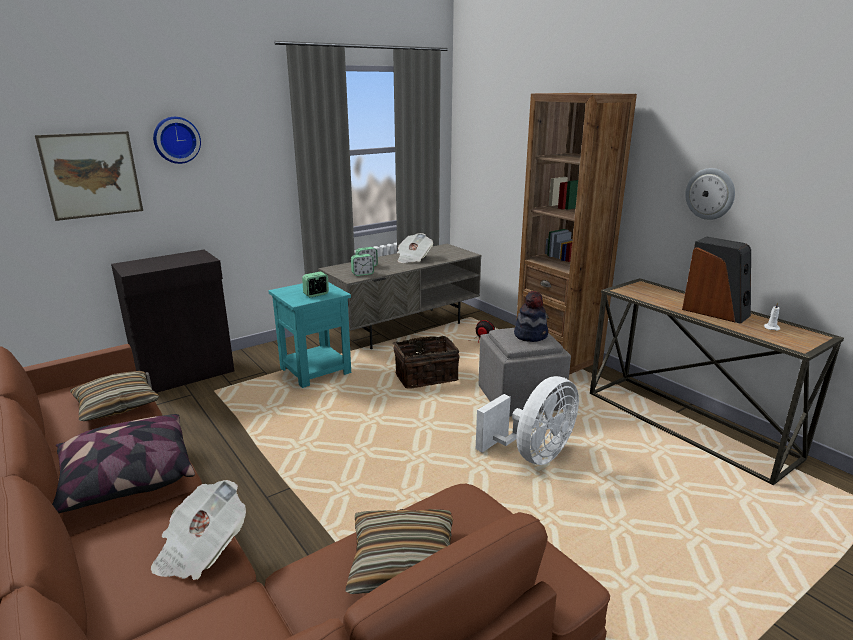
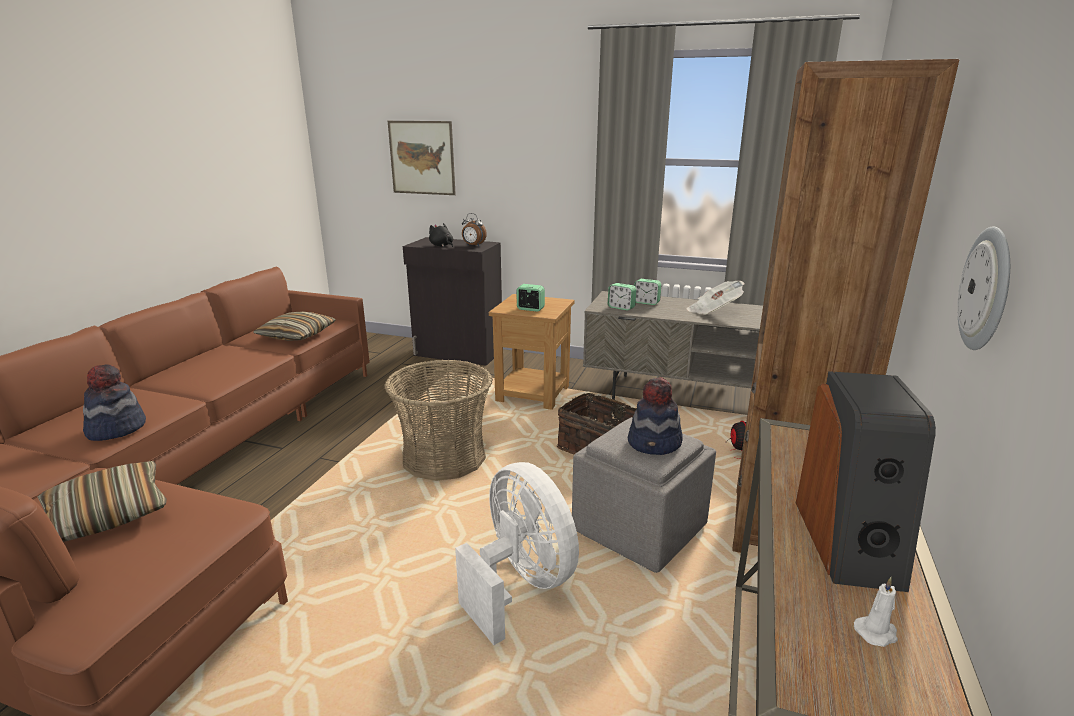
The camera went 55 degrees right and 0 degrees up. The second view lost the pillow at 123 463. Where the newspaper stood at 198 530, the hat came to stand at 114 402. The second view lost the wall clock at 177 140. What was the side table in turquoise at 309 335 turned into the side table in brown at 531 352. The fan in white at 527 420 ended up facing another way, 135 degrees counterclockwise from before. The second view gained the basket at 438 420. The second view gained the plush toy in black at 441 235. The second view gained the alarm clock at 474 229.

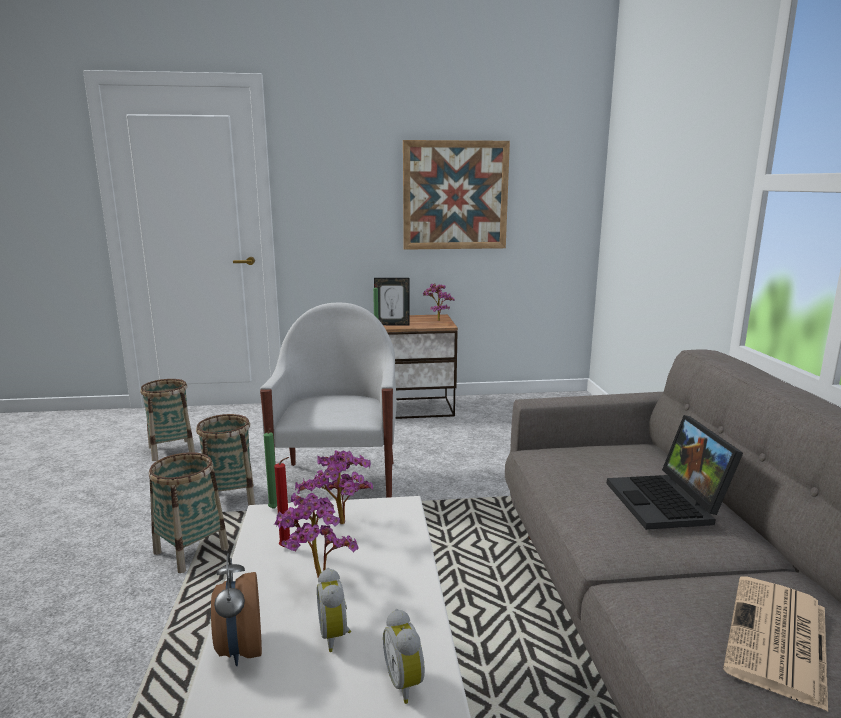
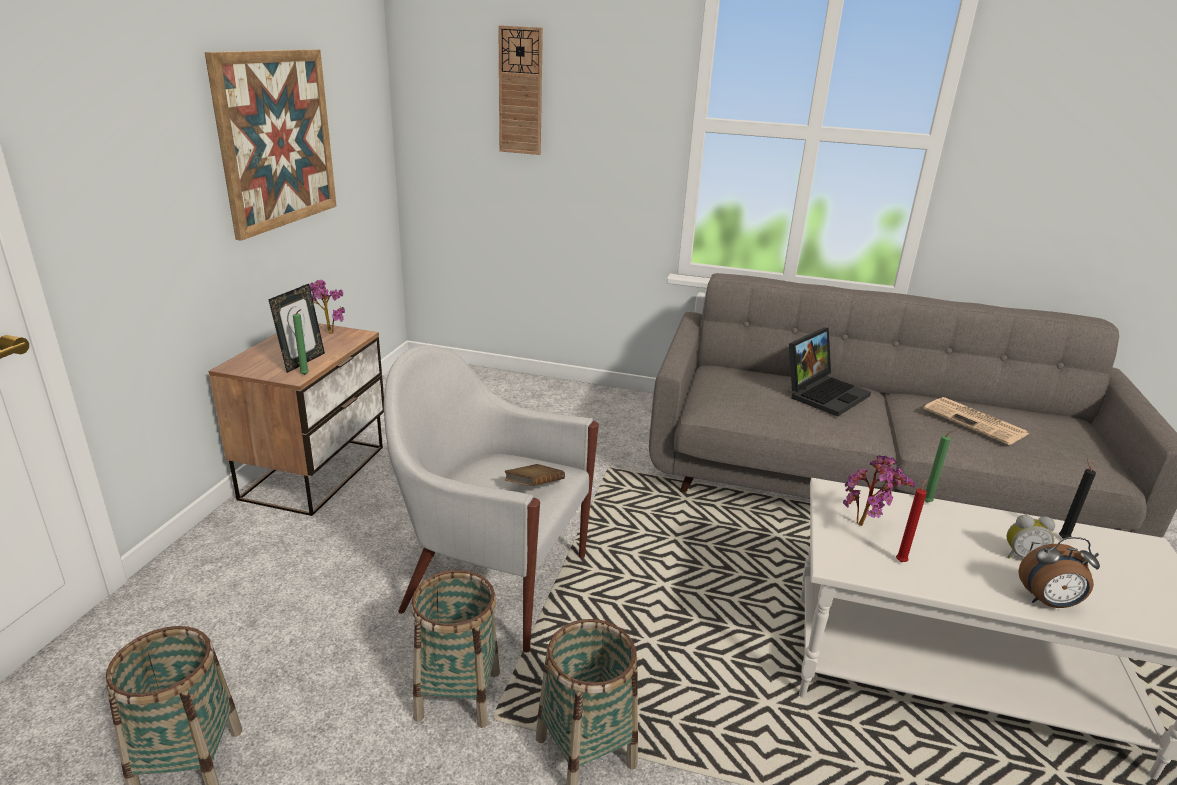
The camera went 70 degrees left and 10 degrees up. The candle in green ended up elsewhere, having gone from 270 469 to 941 466. The second view lost the potted plant at 316 535. Where the alarm clock stood at 404 656, the candle in black came to stand at 1077 498. The laptop at 675 472 ended up facing another way, 60 degrees counterclockwise from before. The second view gained the wall clock at 520 90. The second view gained the book in brown at 535 475.

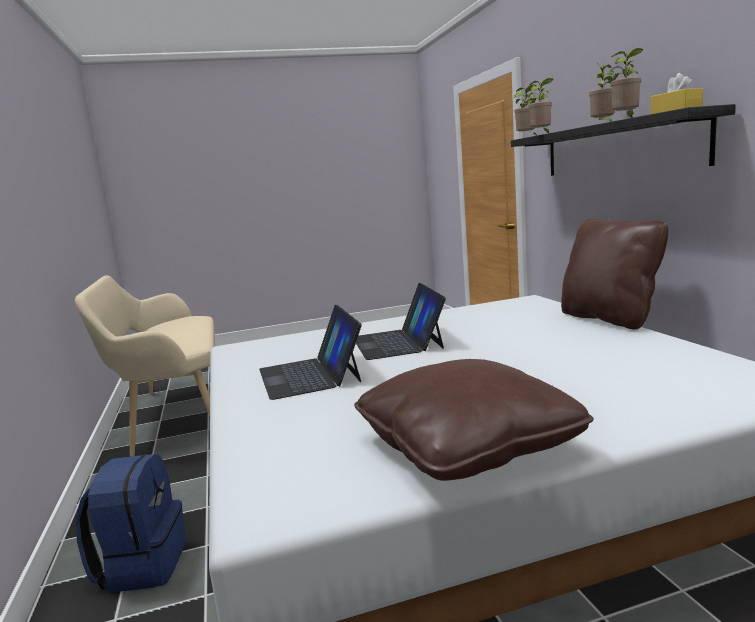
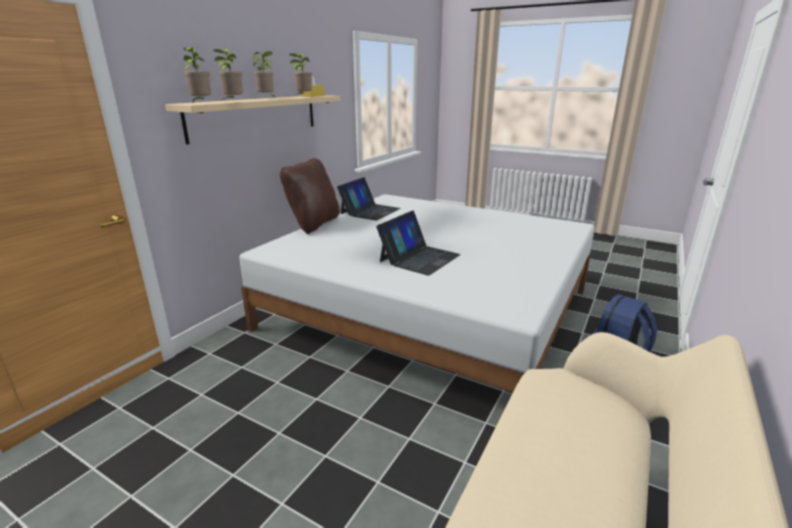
The camera went 135 degrees left and 10 degrees up. The laptop ended up elsewhere, having gone from 310 352 to 369 199. The second view lost the pillow in brown at 474 420. What was the shelf in black at 623 140 turned into the shelf in beige at 253 119.

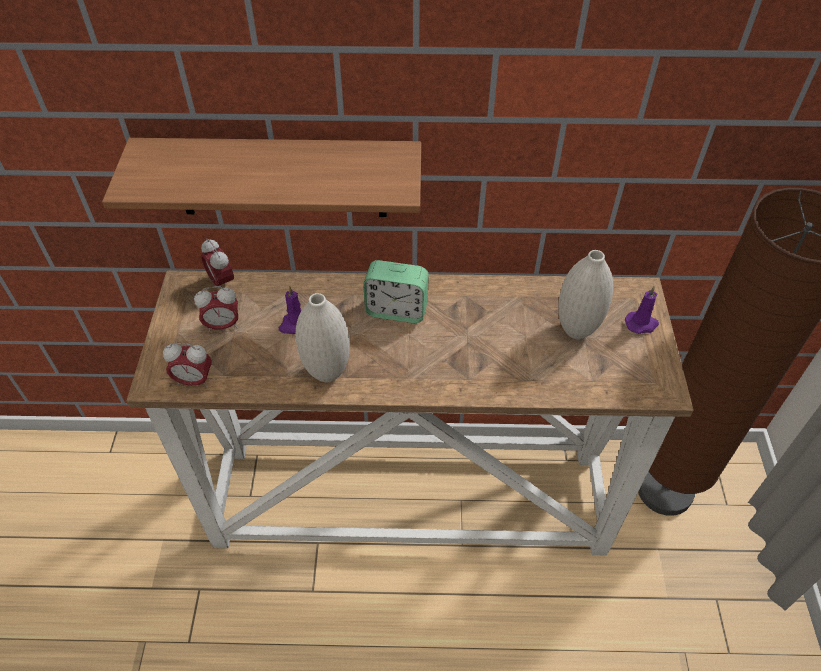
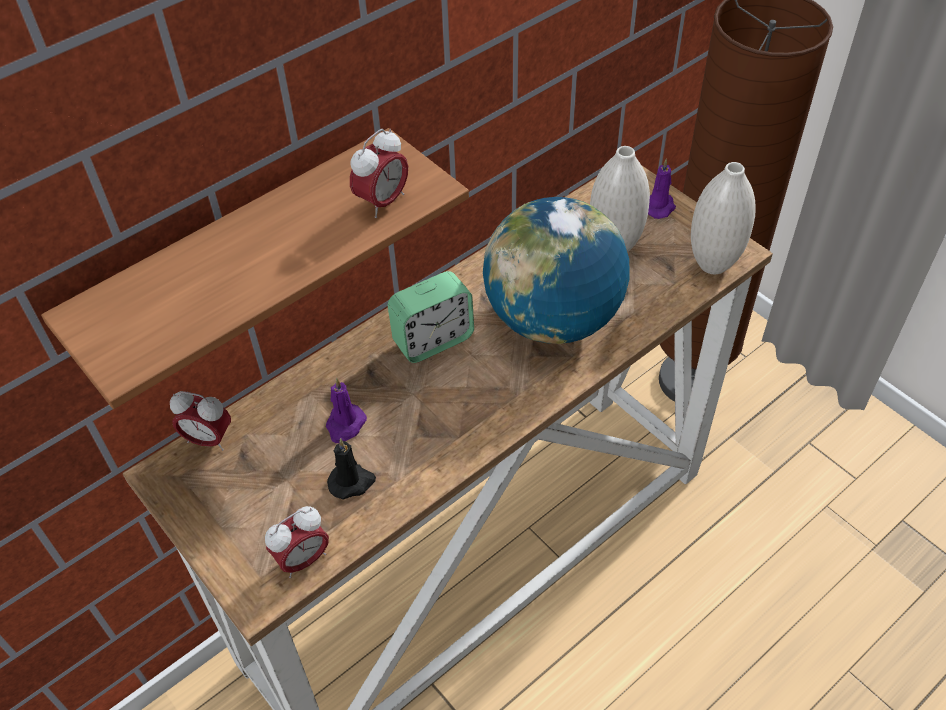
The camera went 40 degrees left and 0 degrees up. The alarm clock ended up elsewhere, having gone from 216 309 to 379 173. The vase in white ended up elsewhere, having gone from 322 337 to 723 218. The second view gained the candle in black at 351 469. The second view gained the globe at 556 270.

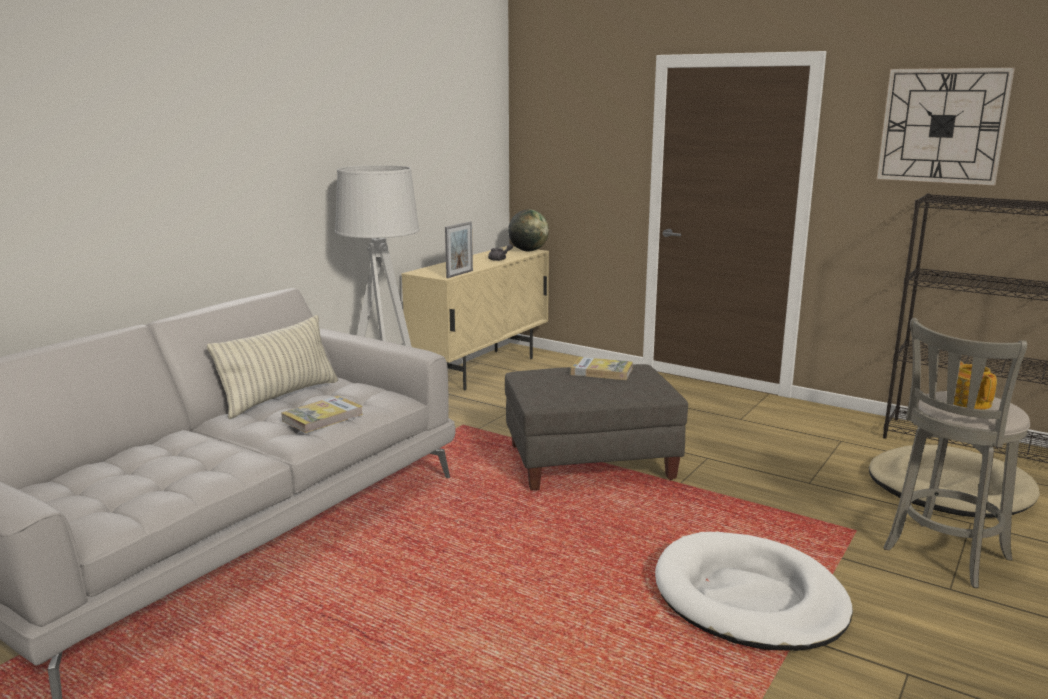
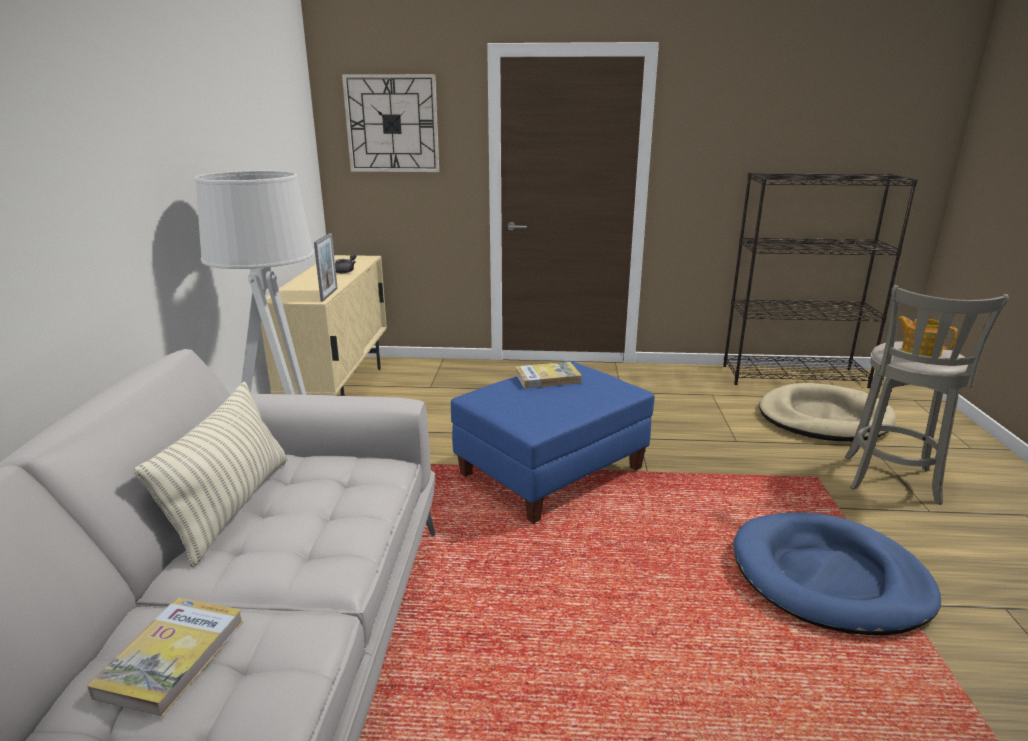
The camera went 30 degrees left and 5 degrees up. The book ended up elsewhere, having gone from 322 414 to 165 657. What was the ottoman in grey at 596 427 turned into the ottoman in blue at 553 442. The second view lost the globe at 528 230. What was the dog bed in white at 754 591 turned into the dog bed in blue at 837 574. The wall clock ended up elsewhere, having gone from 946 126 to 390 123.

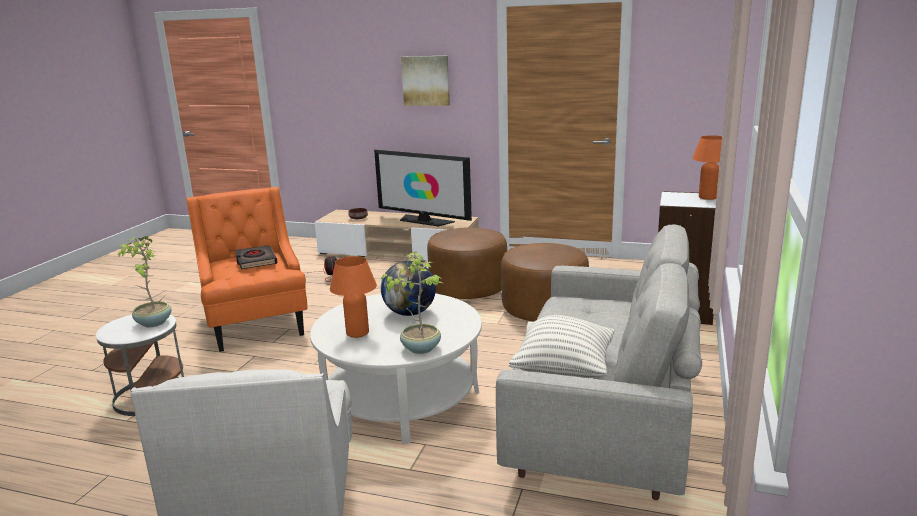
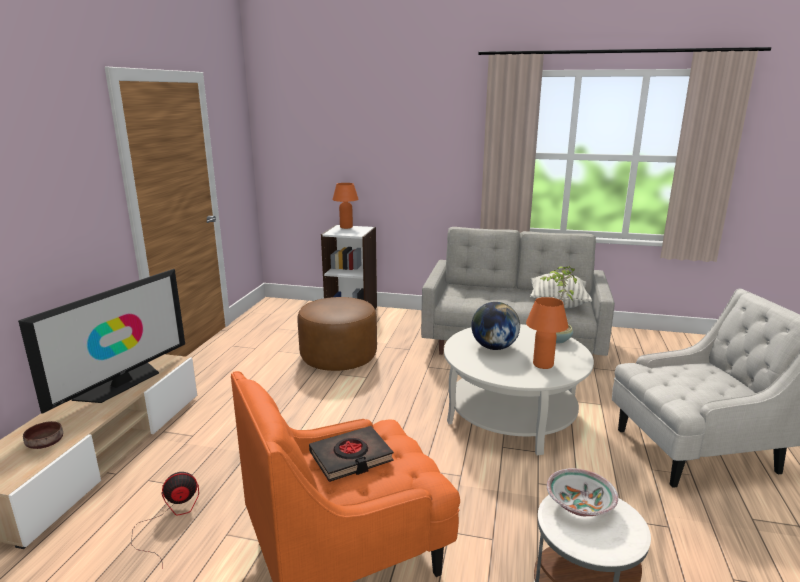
The camera went 95 degrees left and 0 degrees up. Where the potted plant stood at 144 281, the bowl came to stand at 582 492. The second view lost the picture at 425 81. The second view lost the ottoman in brown at 467 263.

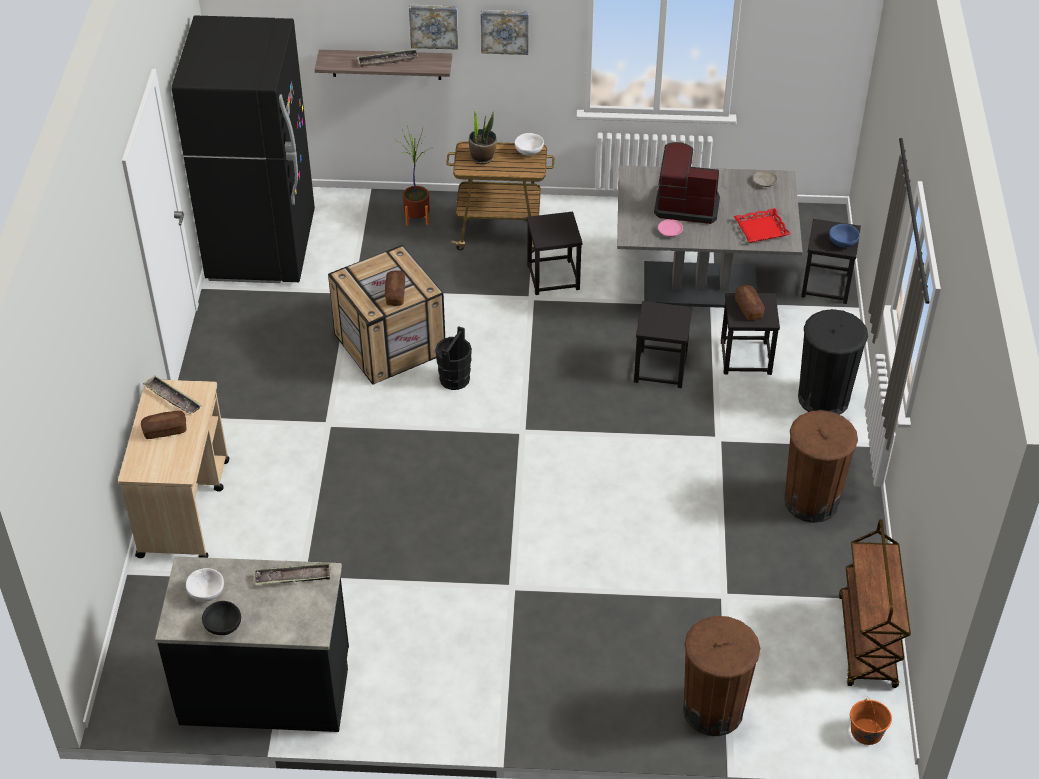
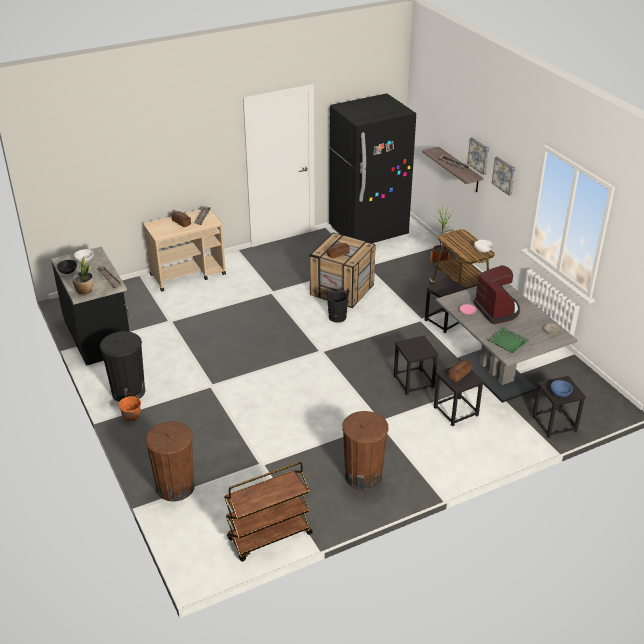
The camera went 60 degrees right and 10 degrees down. The potted plant ended up elsewhere, having gone from 483 137 to 82 276. What was the tray in red at 762 225 turned into the tray in green at 508 340. The trash can in black ended up elsewhere, having gone from 833 362 to 122 366. The bucket in orange ended up elsewhere, having gone from 871 721 to 129 407.

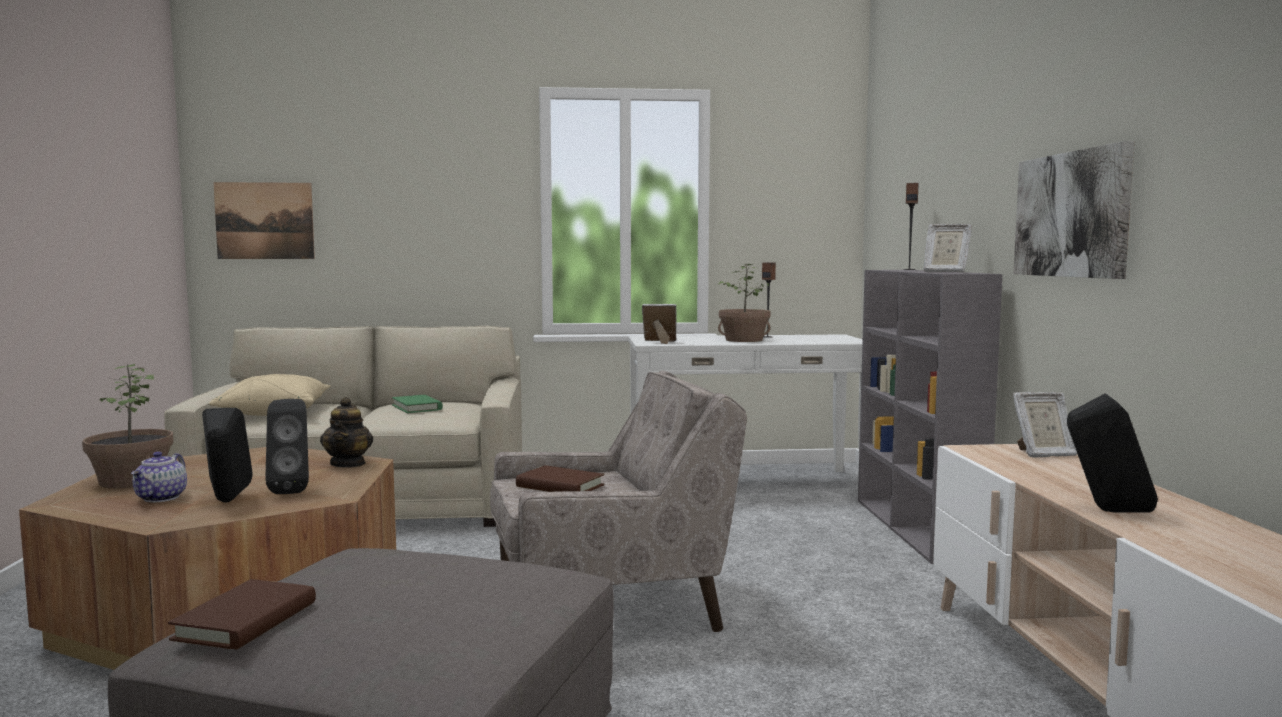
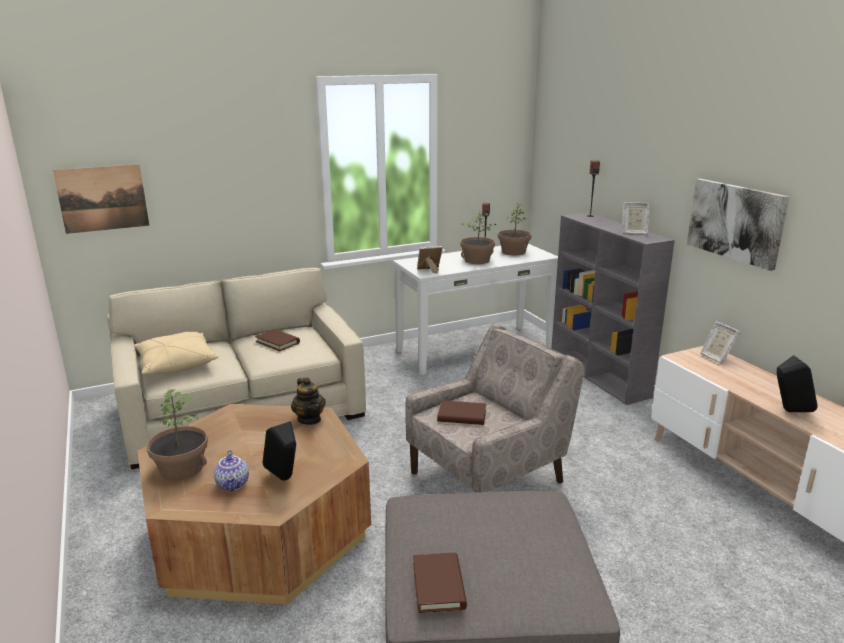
The camera went 20 degrees left and 15 degrees up. The second view lost the speaker in black at 287 446. What was the book in green at 417 404 turned into the book in brown at 277 340. The picture frame at 1044 425 ended up facing another way, 90 degrees clockwise from before. The second view gained the potted plant at 515 229.

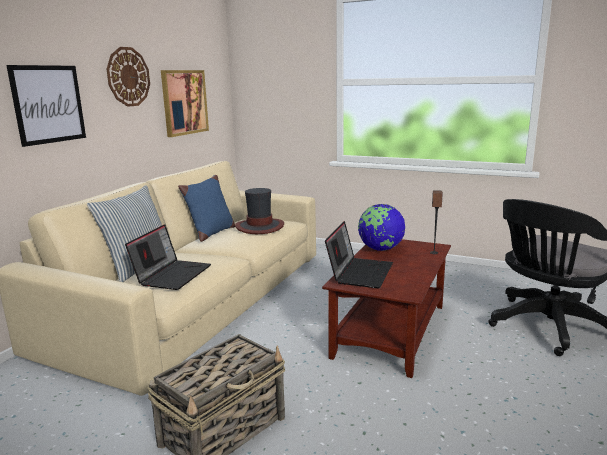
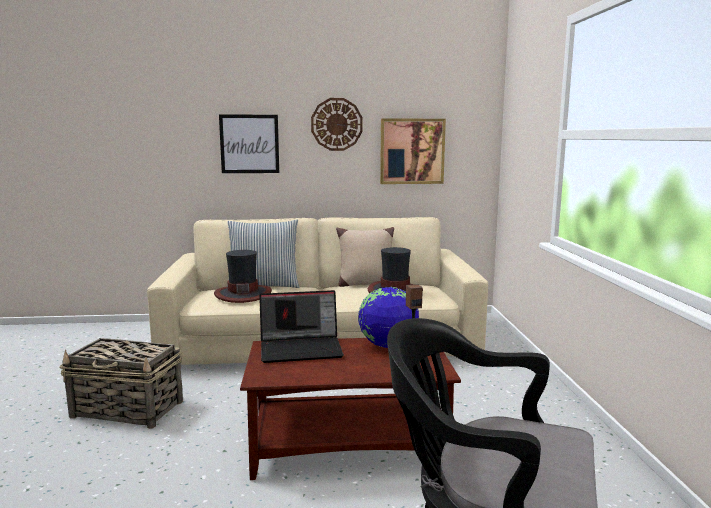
The camera went 60 degrees right and 5 degrees down. Where the laptop stood at 168 257, the hat came to stand at 243 276. What was the pillow in blue at 206 208 turned into the pillow in beige at 365 257.

